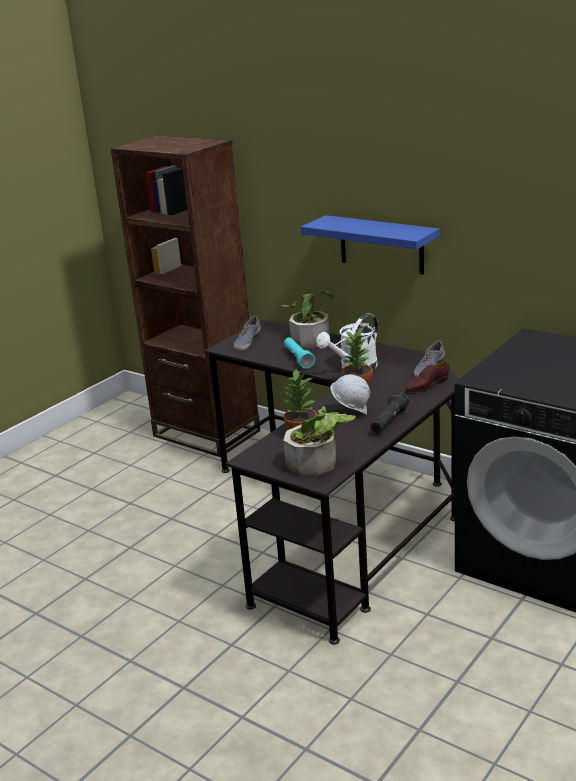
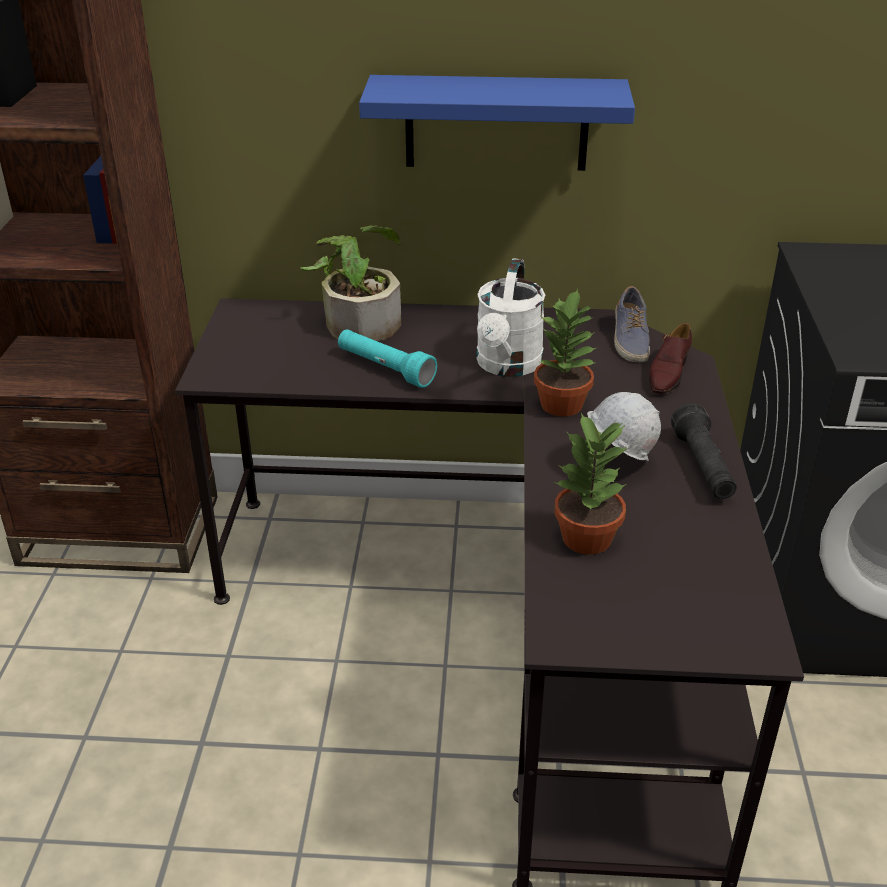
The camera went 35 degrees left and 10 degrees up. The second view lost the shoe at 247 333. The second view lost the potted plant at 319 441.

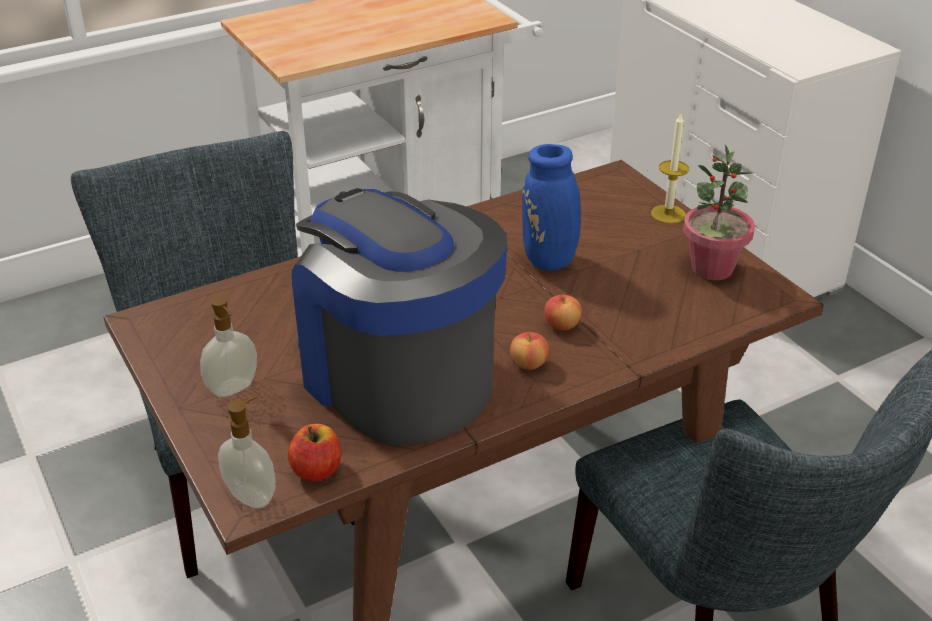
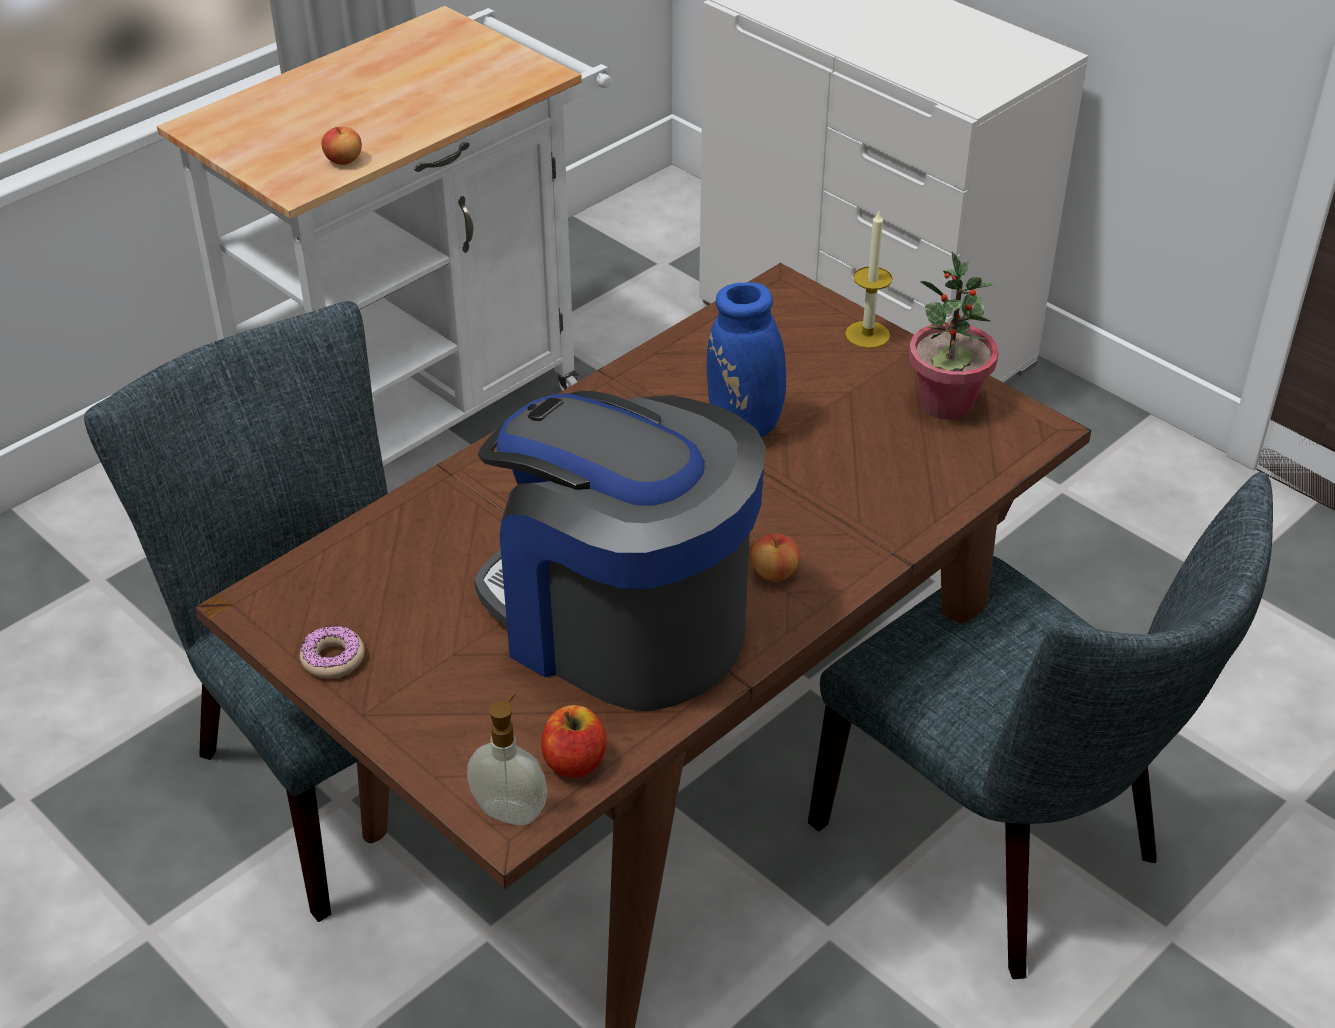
The camera went 15 degrees left and 5 degrees up. The second view lost the soap dispenser at 228 346. The apple ended up elsewhere, having gone from 563 313 to 341 146. The second view gained the donut at 332 652.

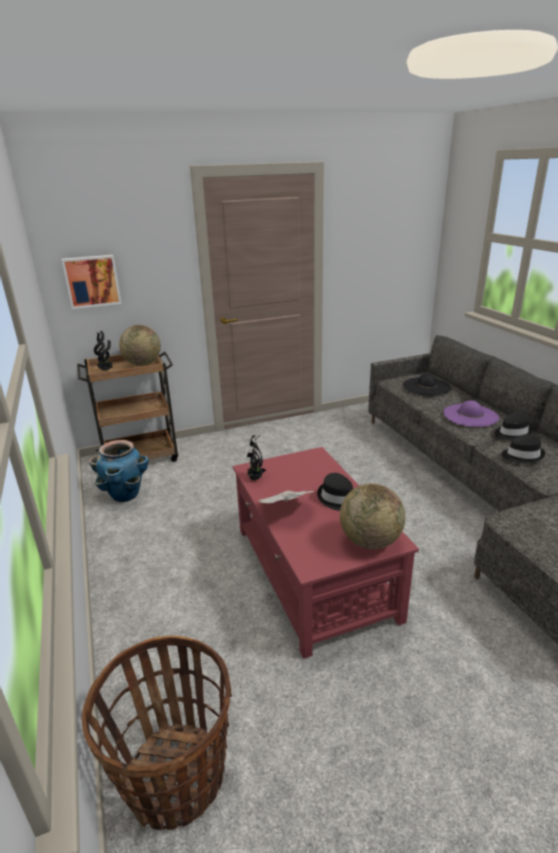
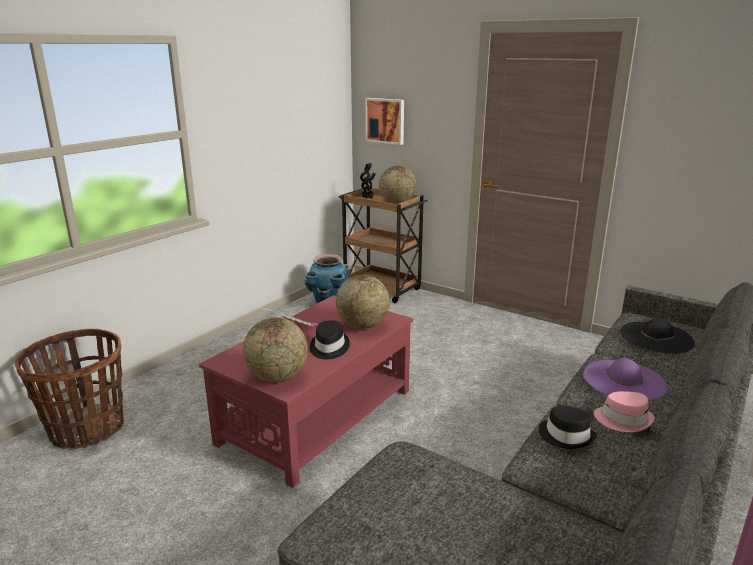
The camera went 55 degrees right and 5 degrees down. The second view lost the potted plant at 256 458. What was the hat in black at 514 427 turned into the hat in pink at 624 411. The second view gained the globe at 363 302.

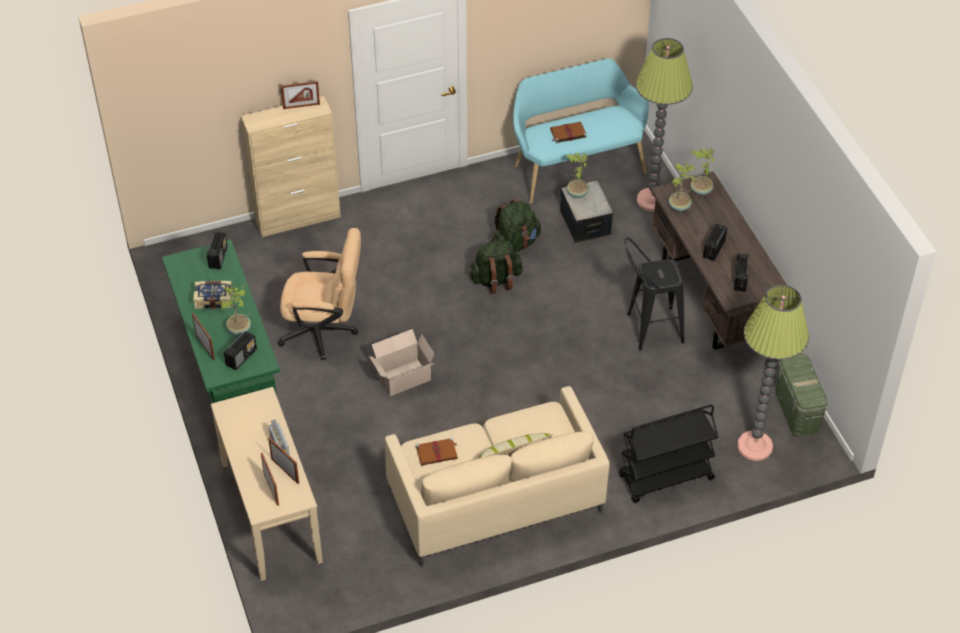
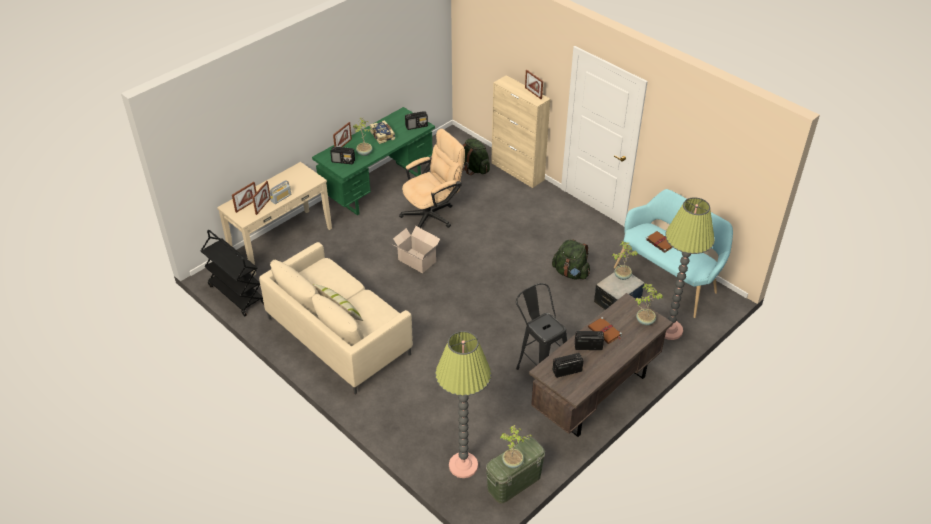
The camera went 65 degrees right and 5 degrees down. The office chair in beige at 319 294 ended up facing another way, 105 degrees counterclockwise from before. The book in brown ended up elsewhere, having gone from 437 451 to 605 330. The backpack in green ended up elsewhere, having gone from 496 267 to 476 156. The cart in black ended up elsewhere, having gone from 669 453 to 232 273. The potted plant ended up elsewhere, having gone from 682 187 to 516 446.

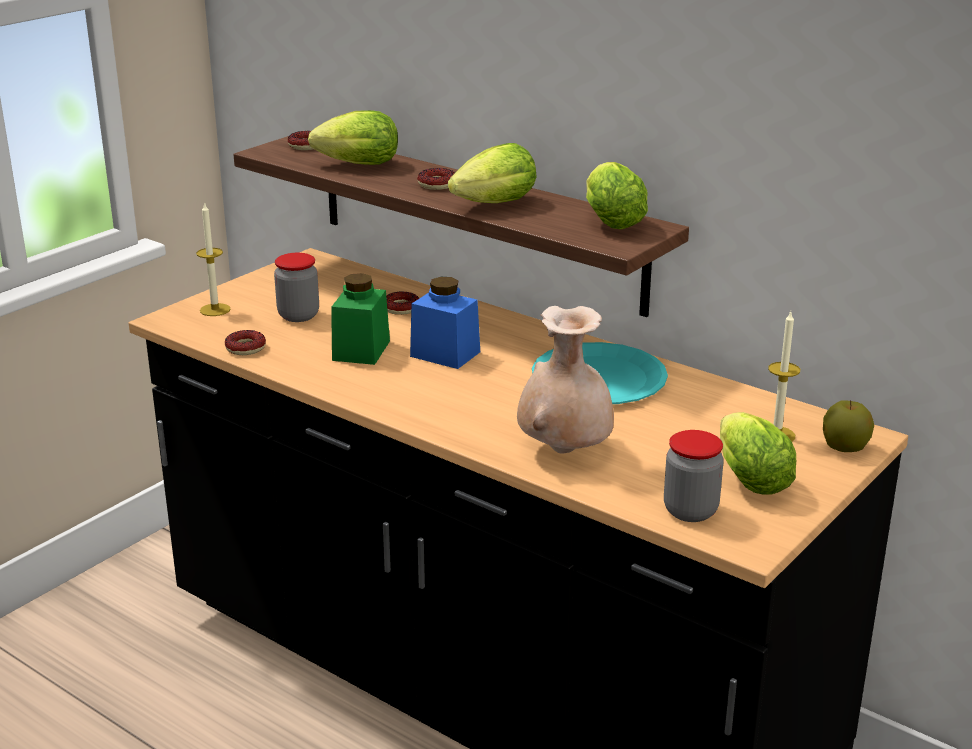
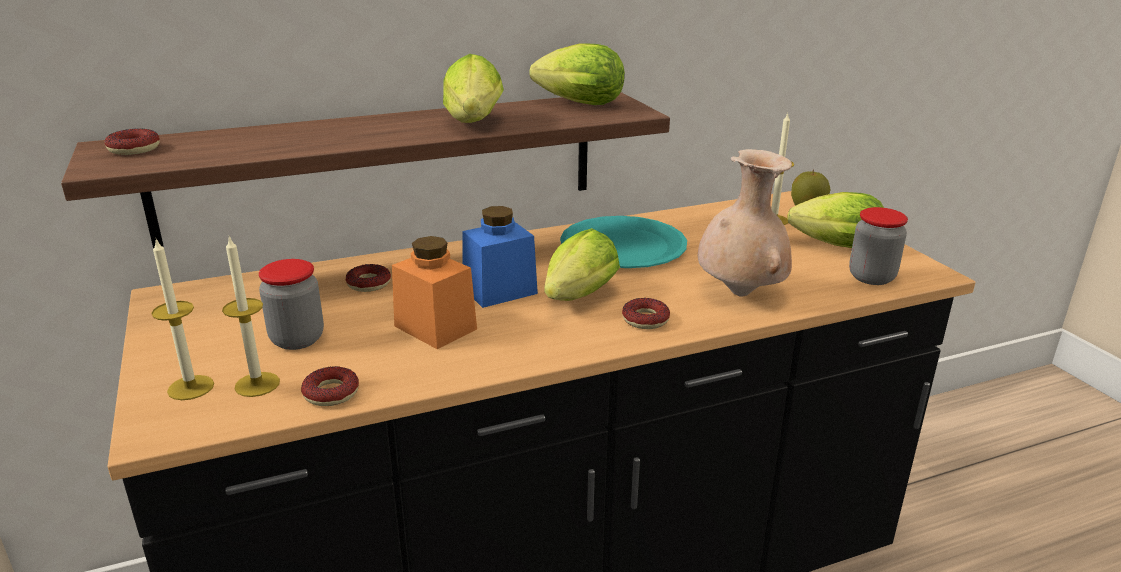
The camera went 60 degrees left and 0 degrees up. The lettuce ended up elsewhere, having gone from 353 137 to 582 264. What was the jar in green at 360 319 turned into the jar in orange at 434 292. The donut ended up elsewhere, having gone from 436 179 to 646 313. The second view gained the candle at 251 316.

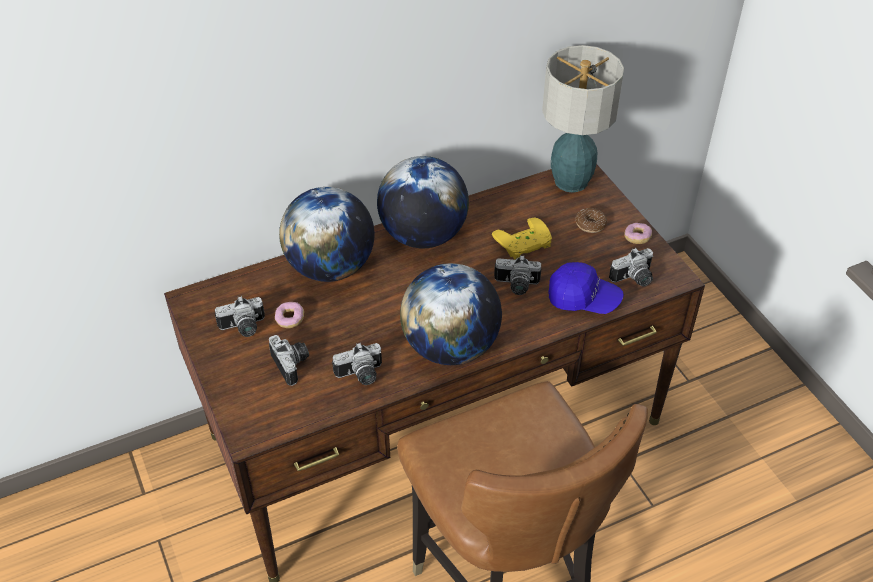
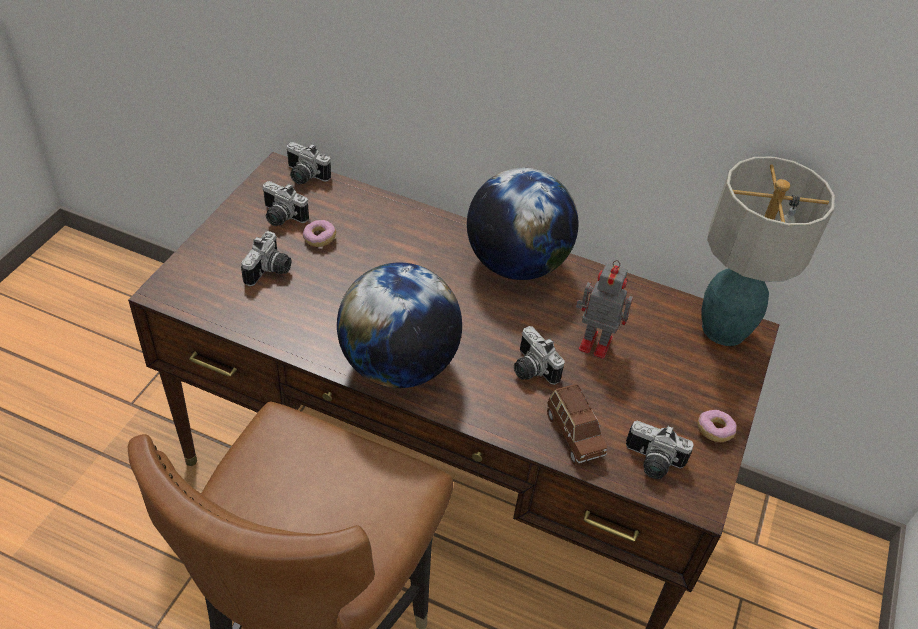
The camera went 45 degrees right and 0 degrees up. The second view lost the globe at 327 234. The photo camera ended up elsewhere, having gone from 357 364 to 308 163. Where the game controller in yellow stood at 522 238, the toy robot came to stand at 604 309. Where the cap in blue stood at 586 288, the toy car in brown came to stand at 577 424. The second view lost the donut at 591 220.

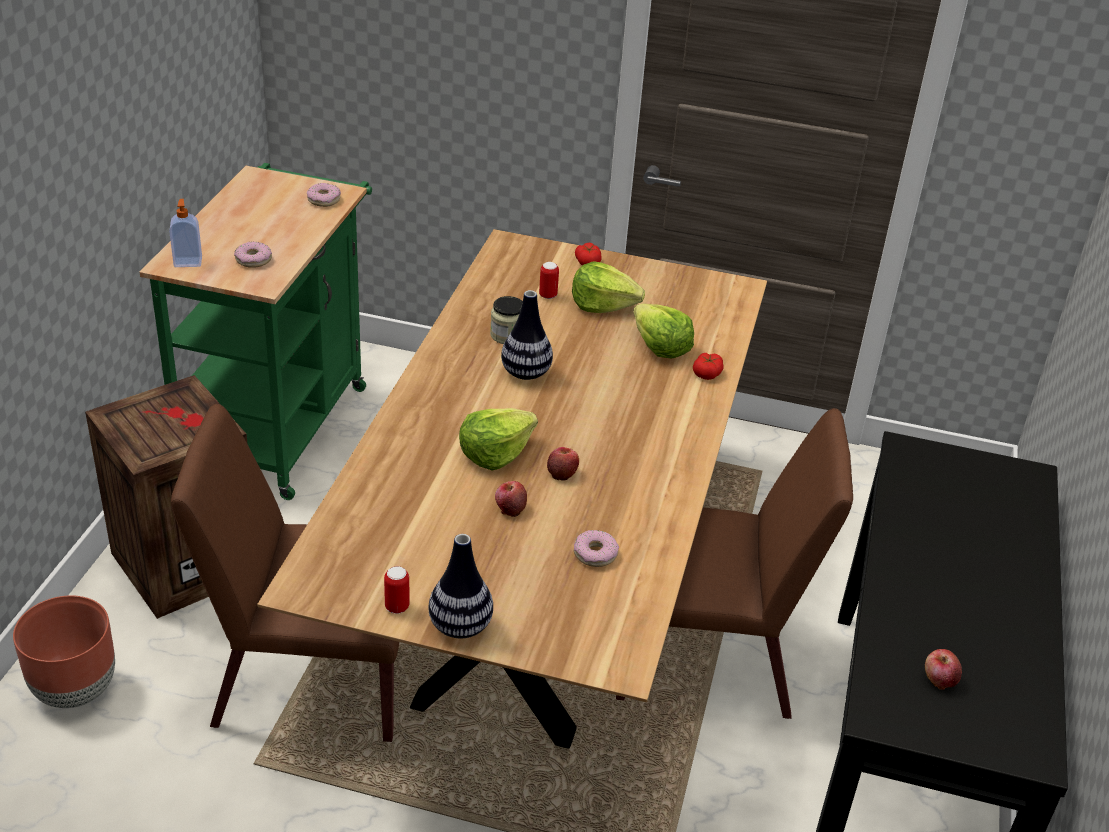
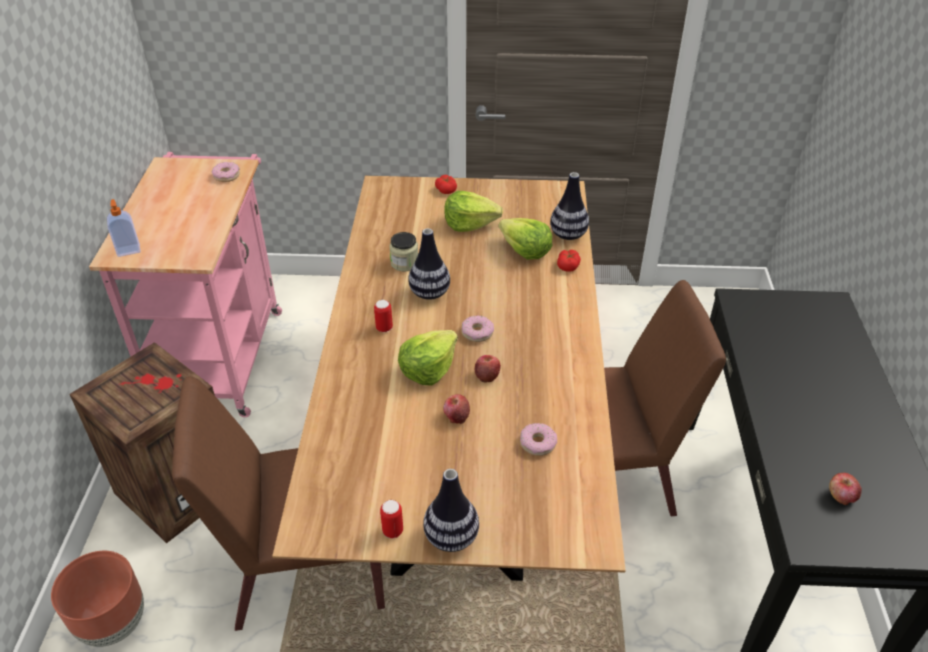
The camera went 10 degrees left and 5 degrees up. What was the cart in green at 255 331 turned into the cart in pink at 185 284. The donut ended up elsewhere, having gone from 253 255 to 478 329. The can ended up elsewhere, having gone from 549 280 to 383 316. The second view gained the vase at 569 206.

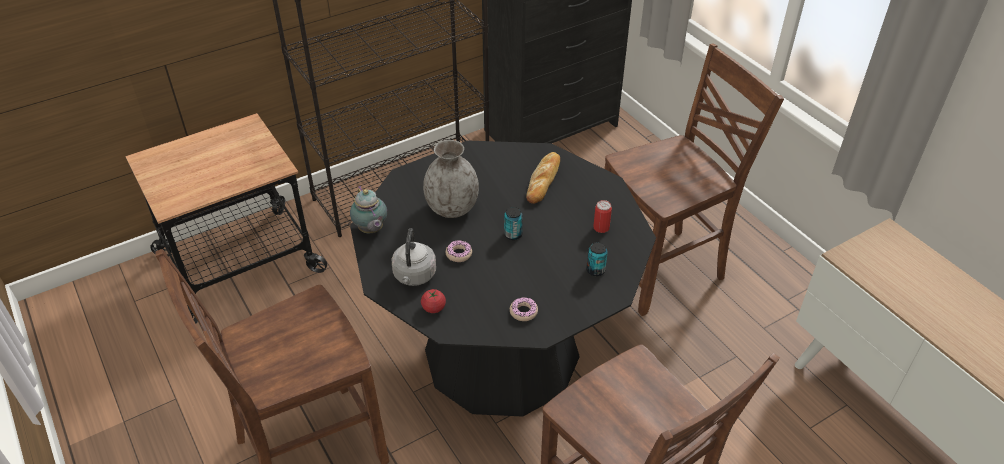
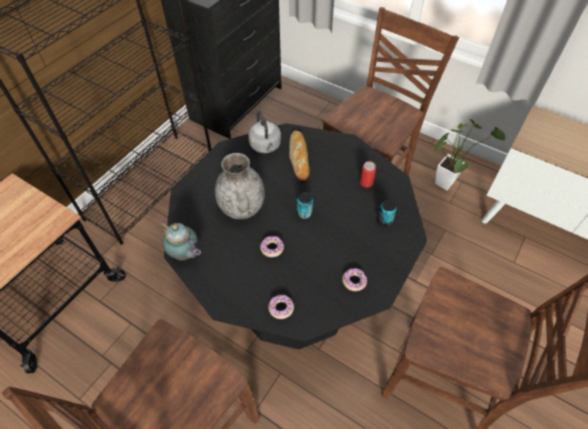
The camera went 25 degrees left and 10 degrees up. The kettle in grey ended up elsewhere, having gone from 414 257 to 264 132. Where the tomato stood at 433 301, the donut came to stand at 281 307. The second view gained the potted plant at 470 154.

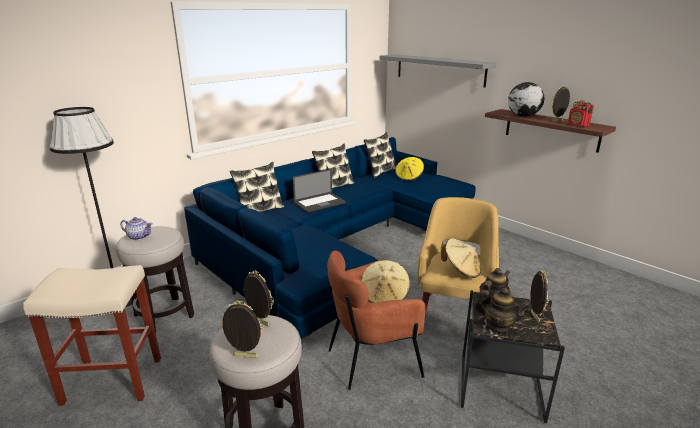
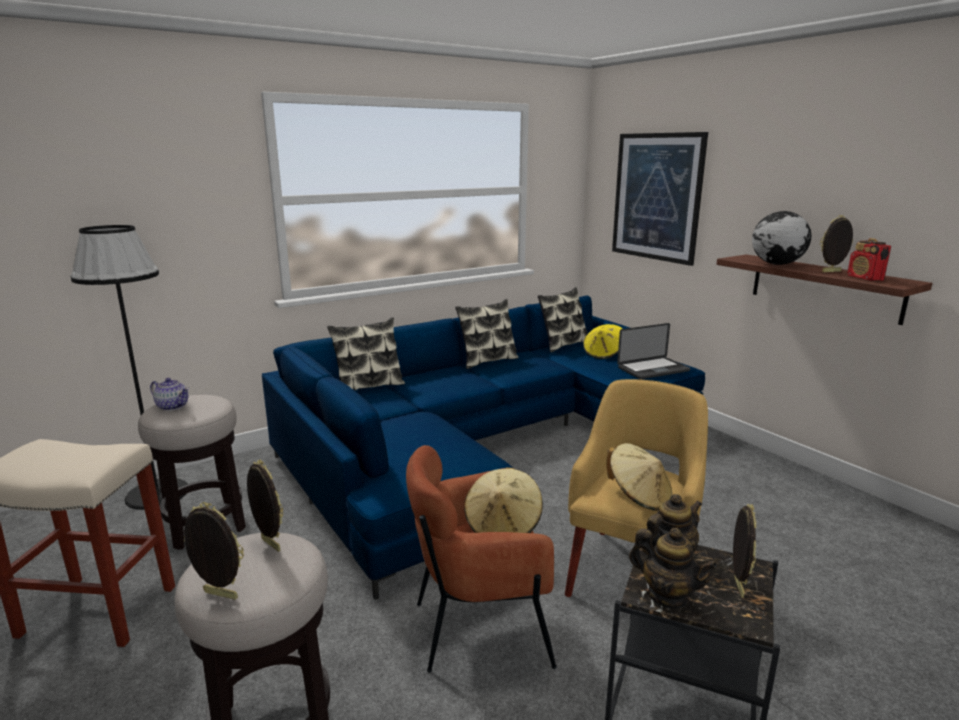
The camera went 10 degrees right and 5 degrees down. The laptop ended up elsewhere, having gone from 319 191 to 653 351. Where the shelf in grey hung at 438 70, the picture came to hang at 660 199.

